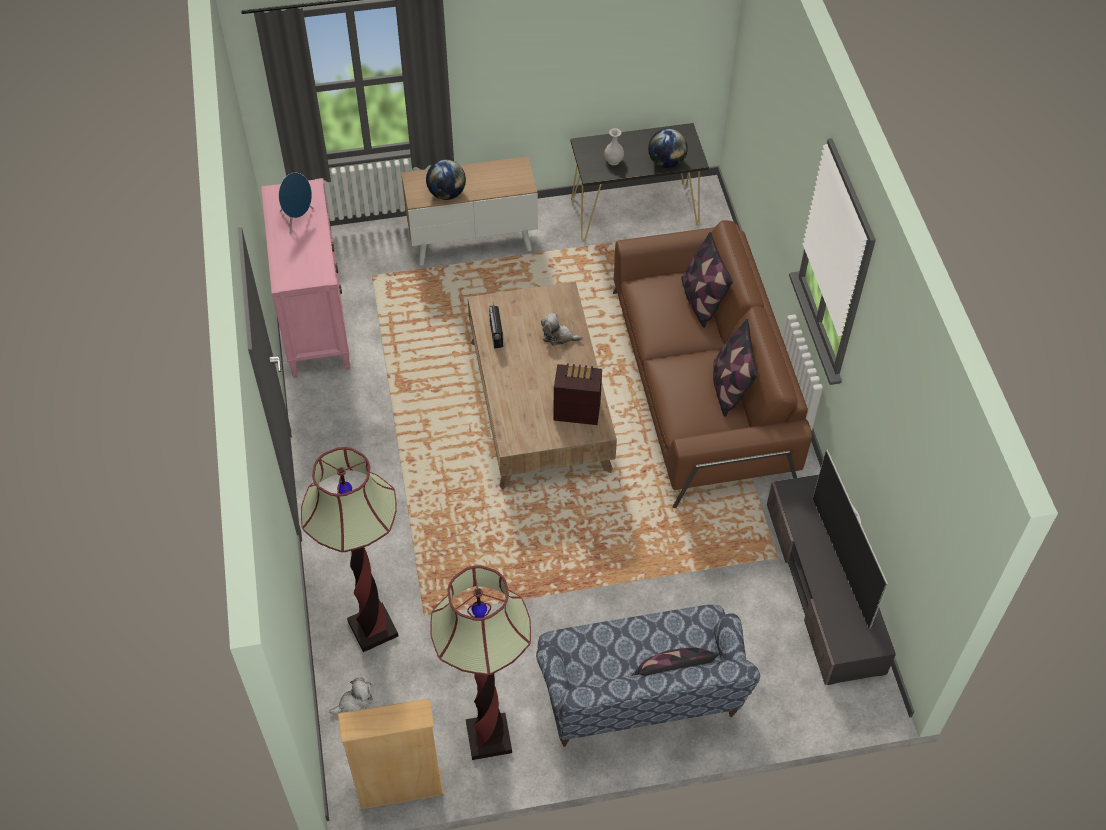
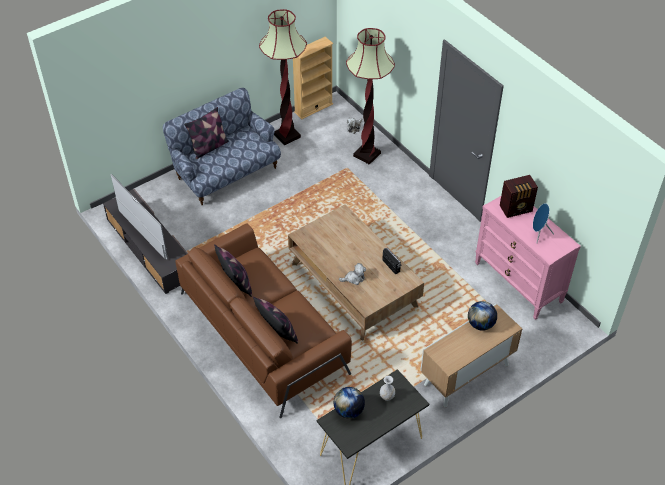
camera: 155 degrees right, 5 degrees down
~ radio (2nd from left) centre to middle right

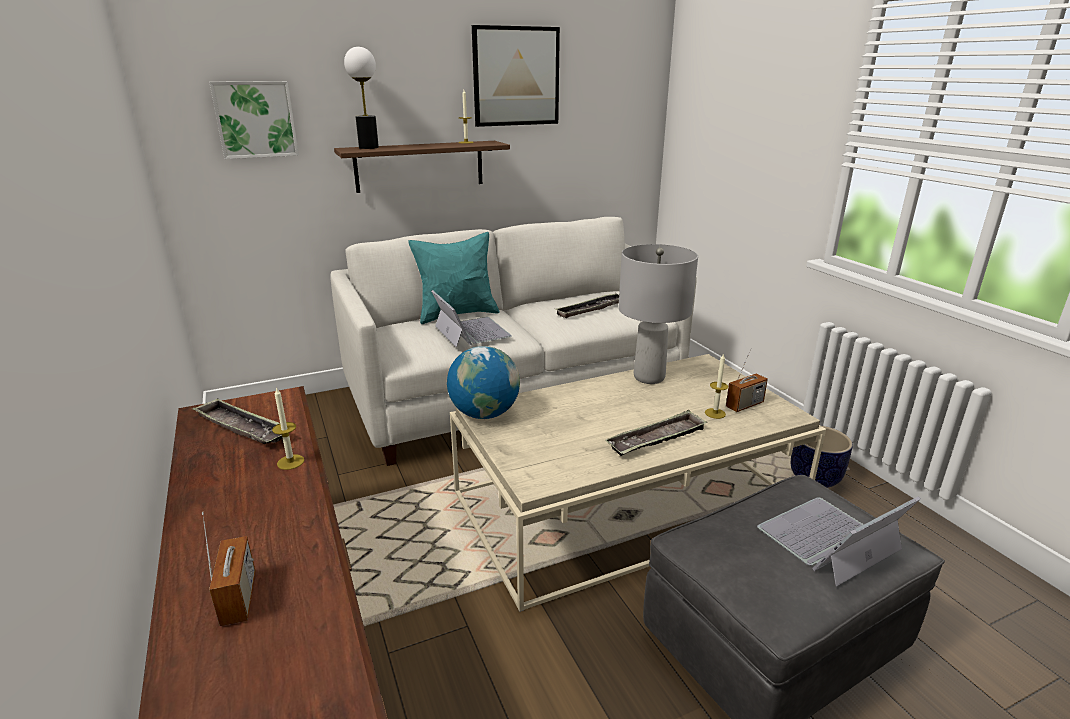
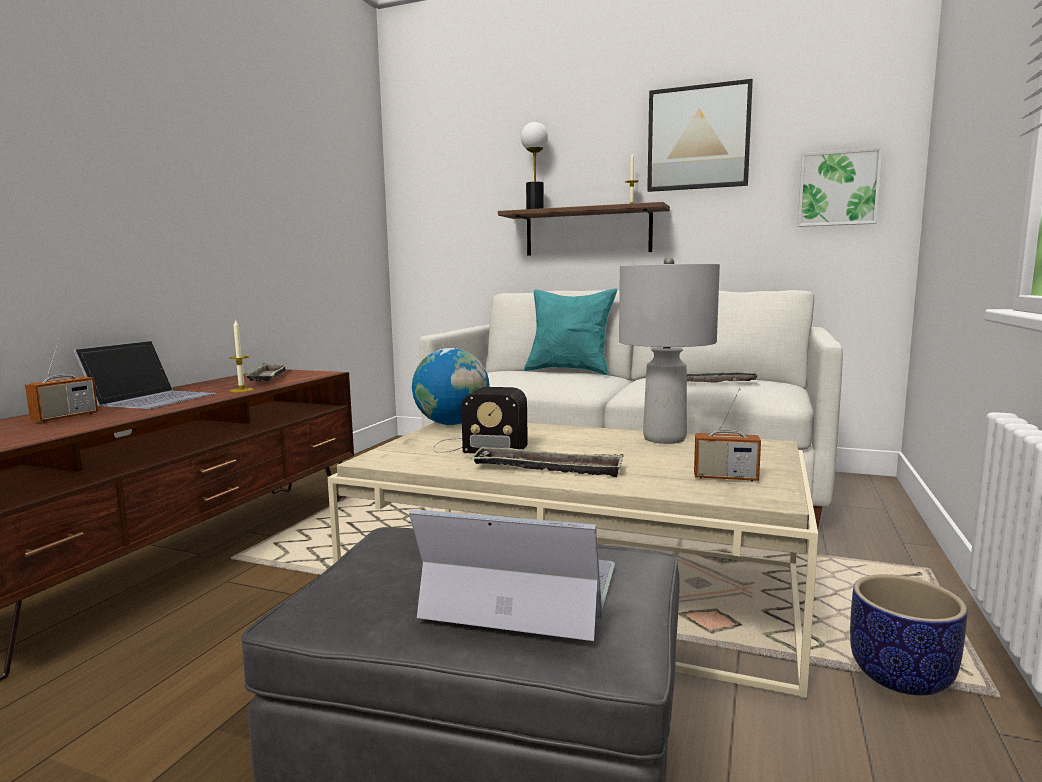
camera: 45 degrees right, 15 degrees down
~ laptop (1st from left) centre to middle left
+ radio (2nd from left) centre
~ picture (1st from left in the first image) top left to picture (2nd from left) top right
- candle (3rd from left) middle right

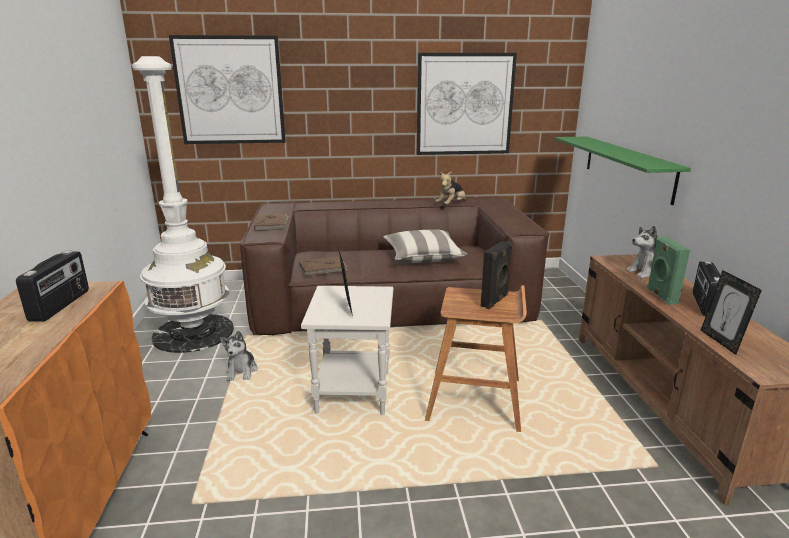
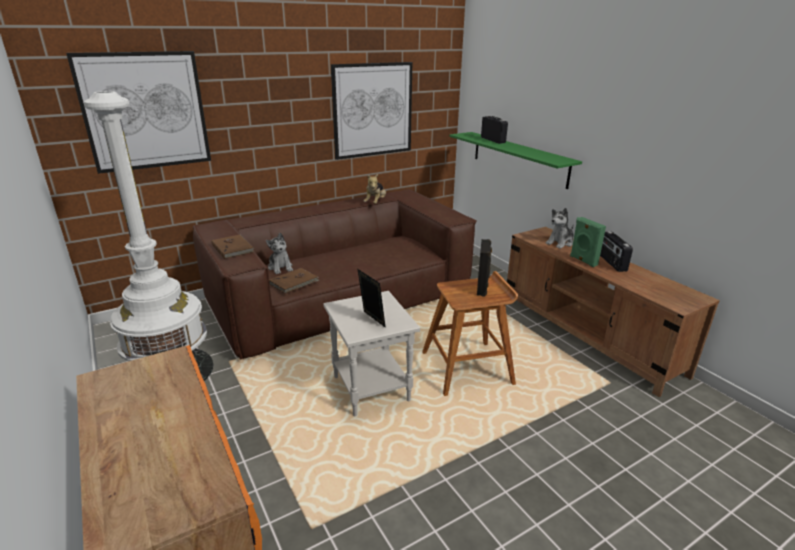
camera: 25 degrees left, 5 degrees up
~ plush toy (1st from left) middle left to centre
~ radio (1st from left) middle left to top centre
- pillow centre
- picture frame (2nd from left) middle right

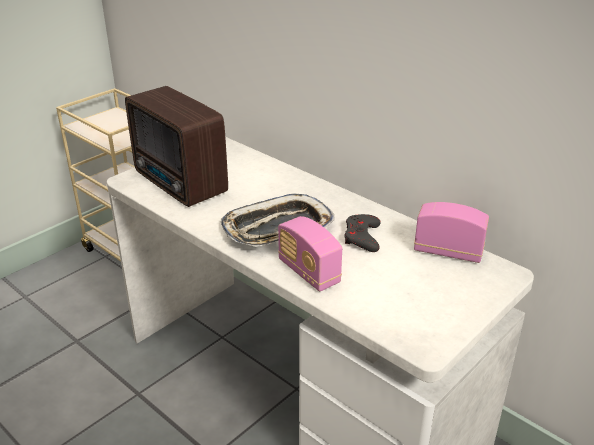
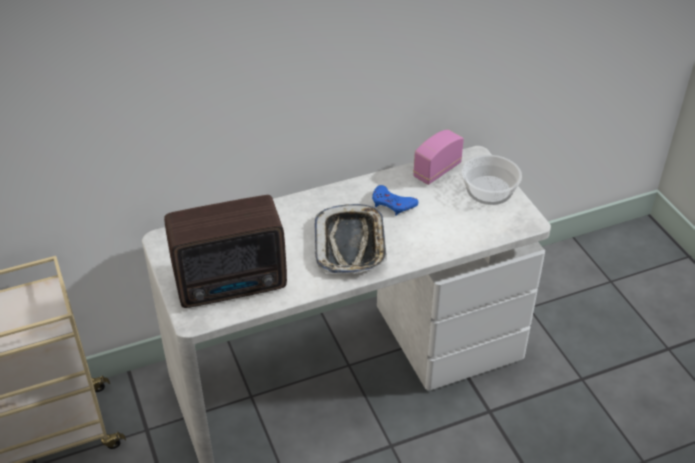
camera: 65 degrees left, 10 degrees up
~ grey game controller centre to blue game controller centre
+ bowl middle right
- radio (2nd from left) centre

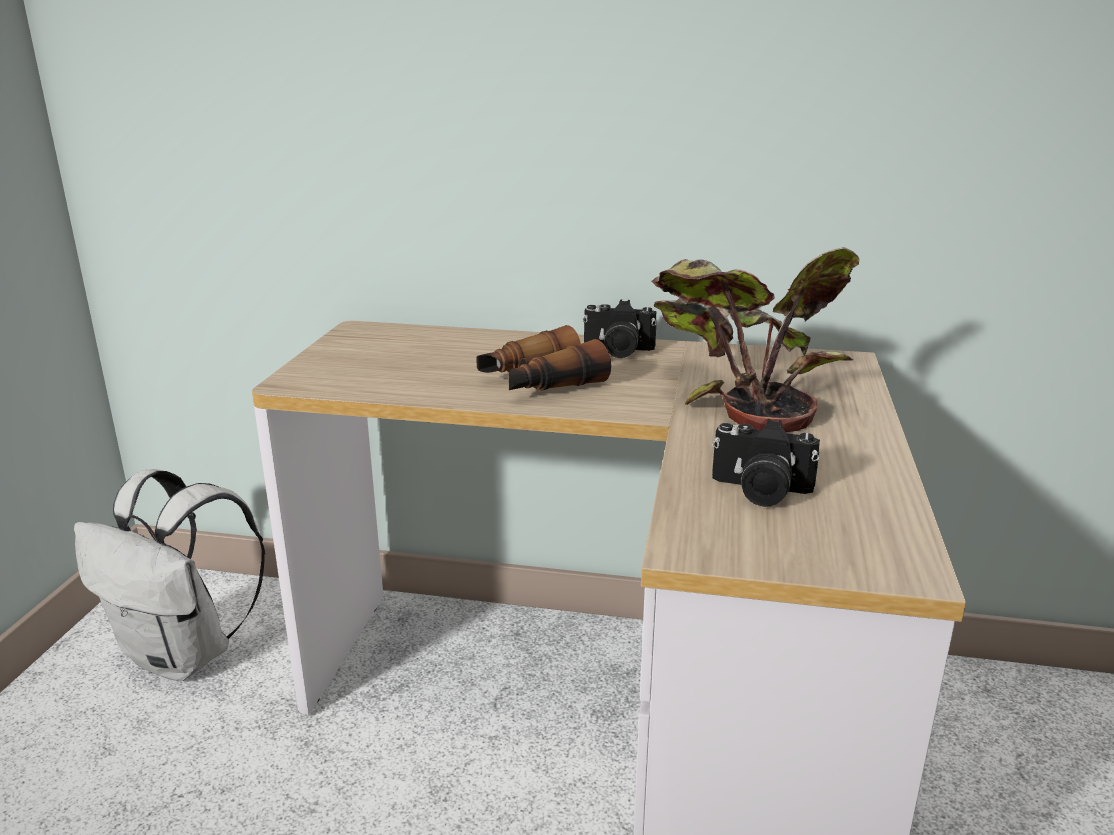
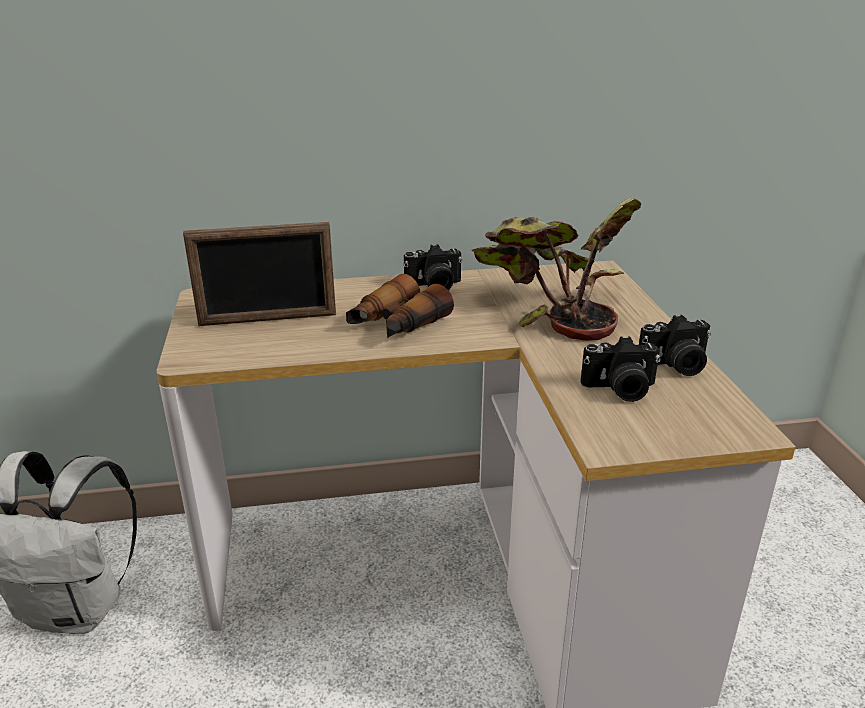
camera: 20 degrees left, 5 degrees up
+ picture frame middle left
+ photo camera (3rd from left) middle right

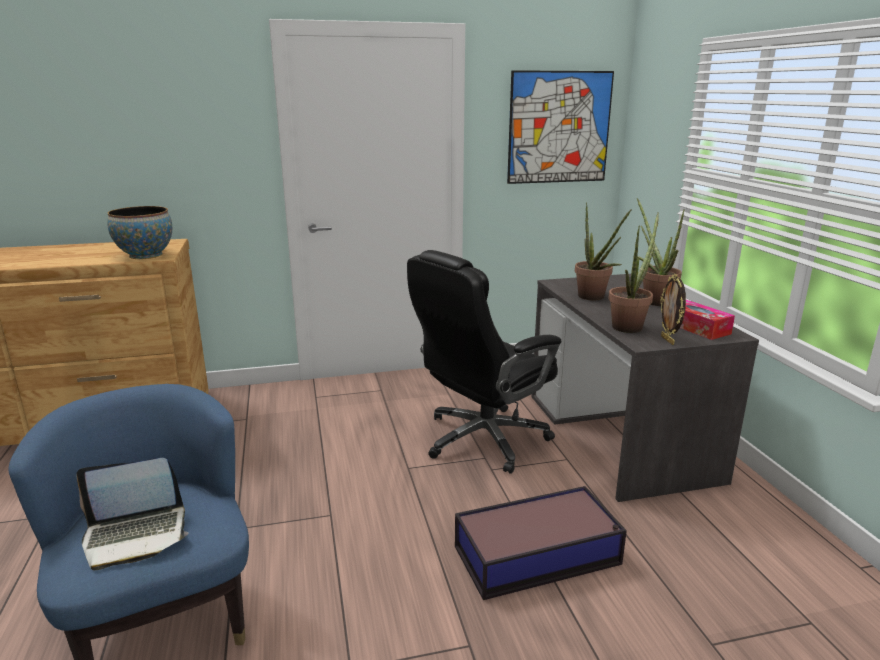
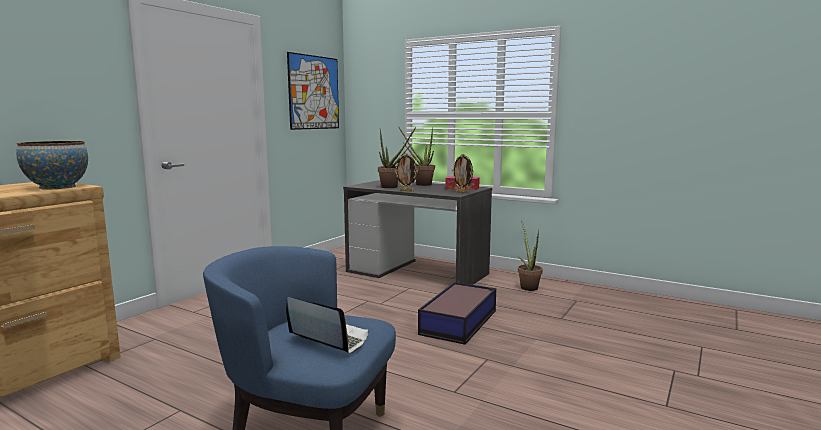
camera: 45 degrees left, 10 degrees down
~ laptop bottom left = bottom centre 90 degrees counterclockwise
+ picture frame (1st from left) centre
~ potted plant (2nd from left in the first image) middle right to potted plant (3rd from left) centre
- black office chair centre

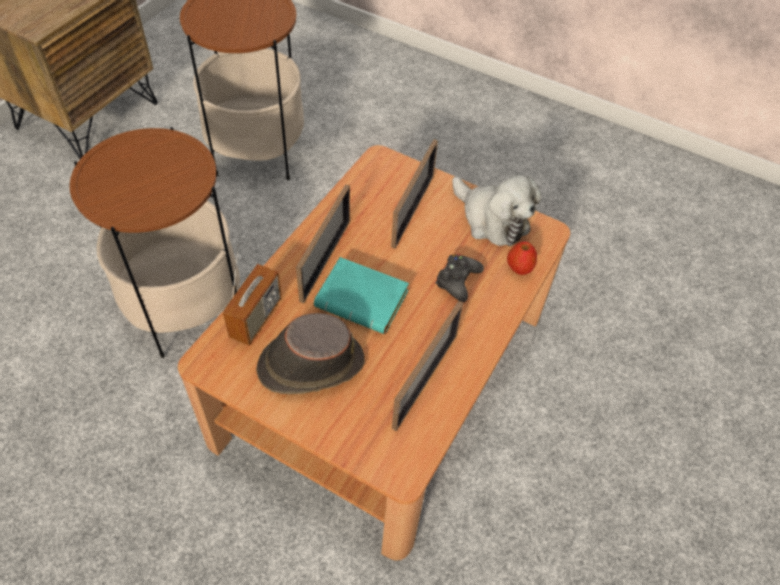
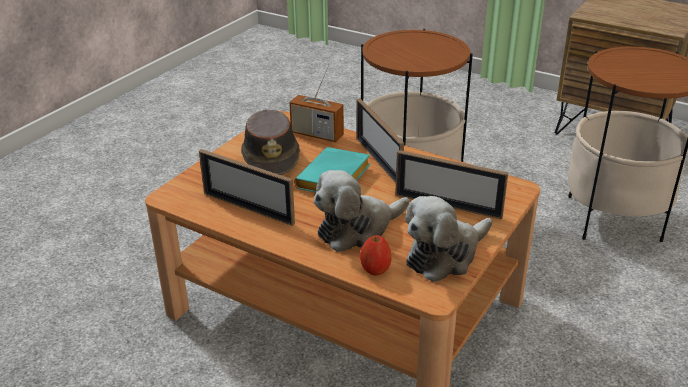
camera: 95 degrees right, 20 degrees down
~ black game controller centre to plush toy (1st from left) centre
~ picture frame (1st from left in the first image) centre = centre 45 degrees clockwise

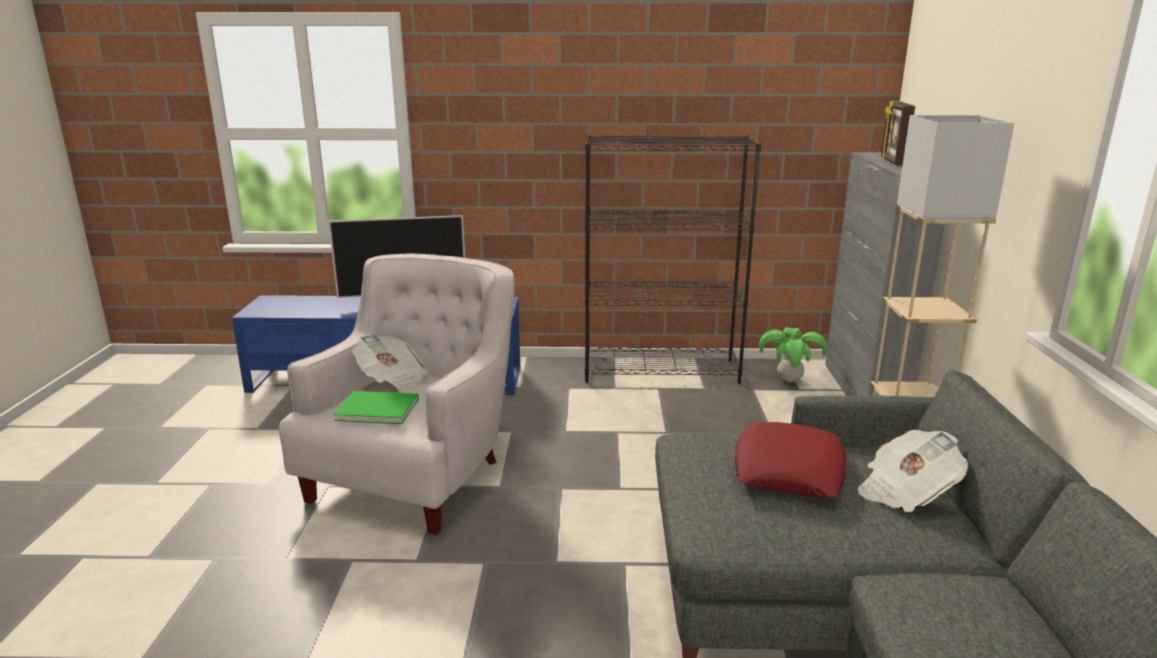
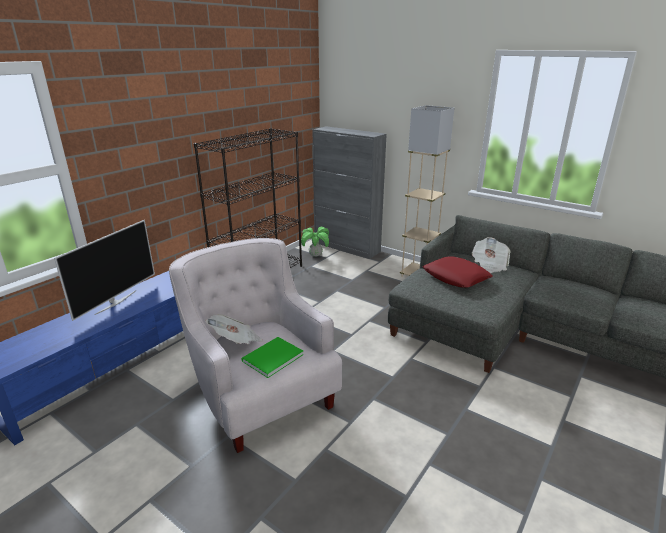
camera: 55 degrees left, 5 degrees up
- picture frame top right

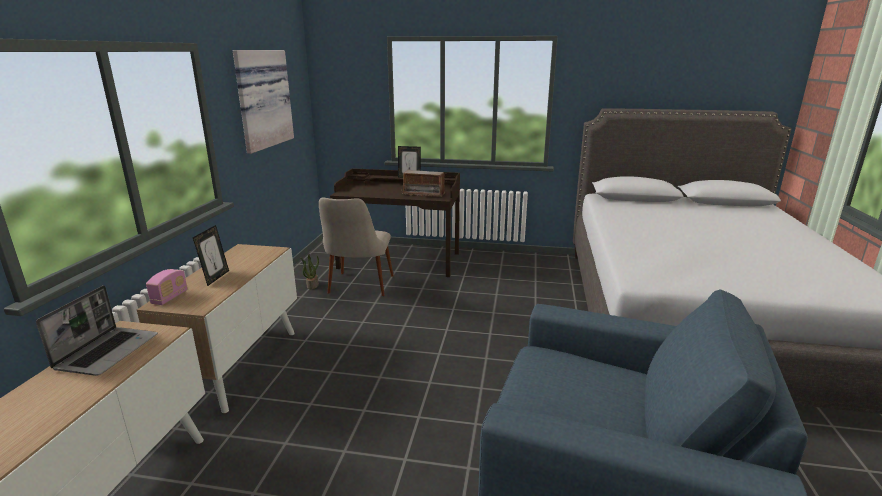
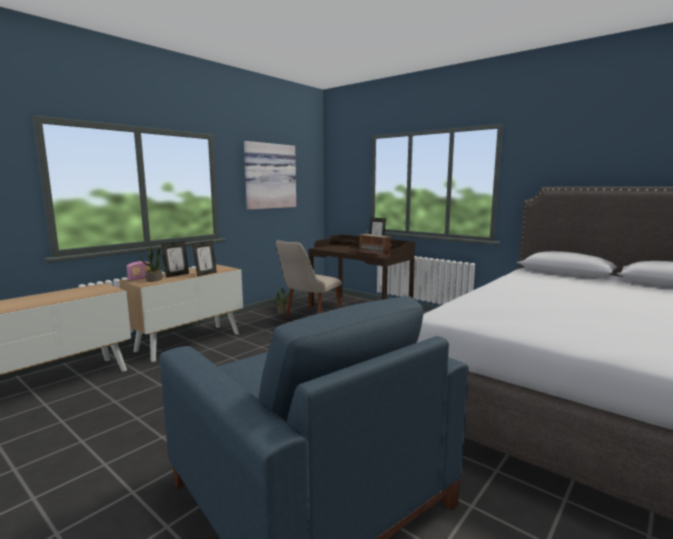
camera: 30 degrees right, 10 degrees down
+ potted plant (1st from left) middle left
+ picture frame (2nd from left) middle left
- laptop middle left

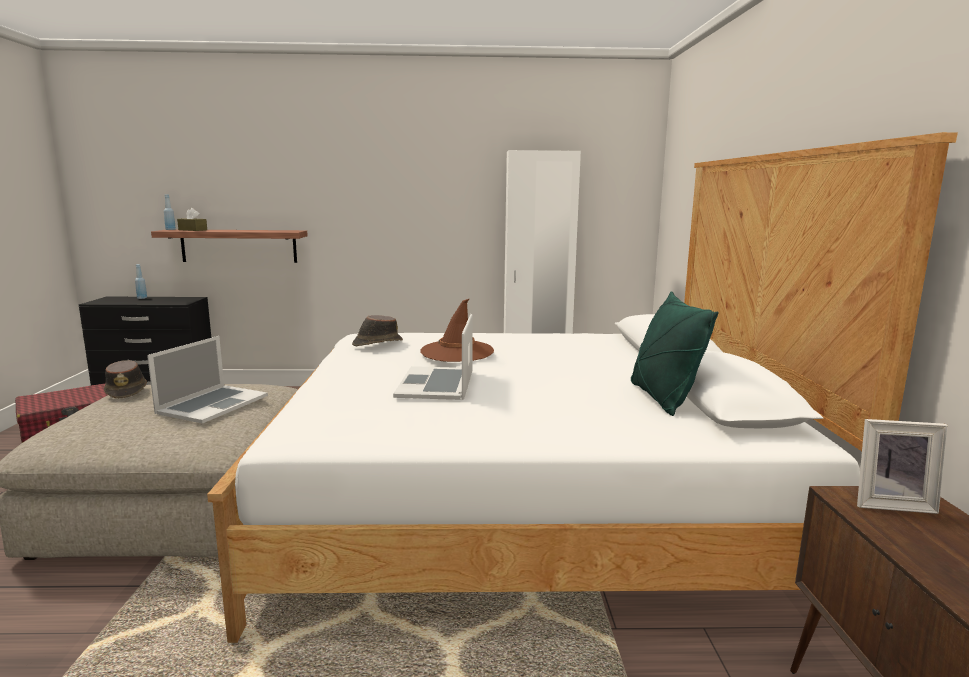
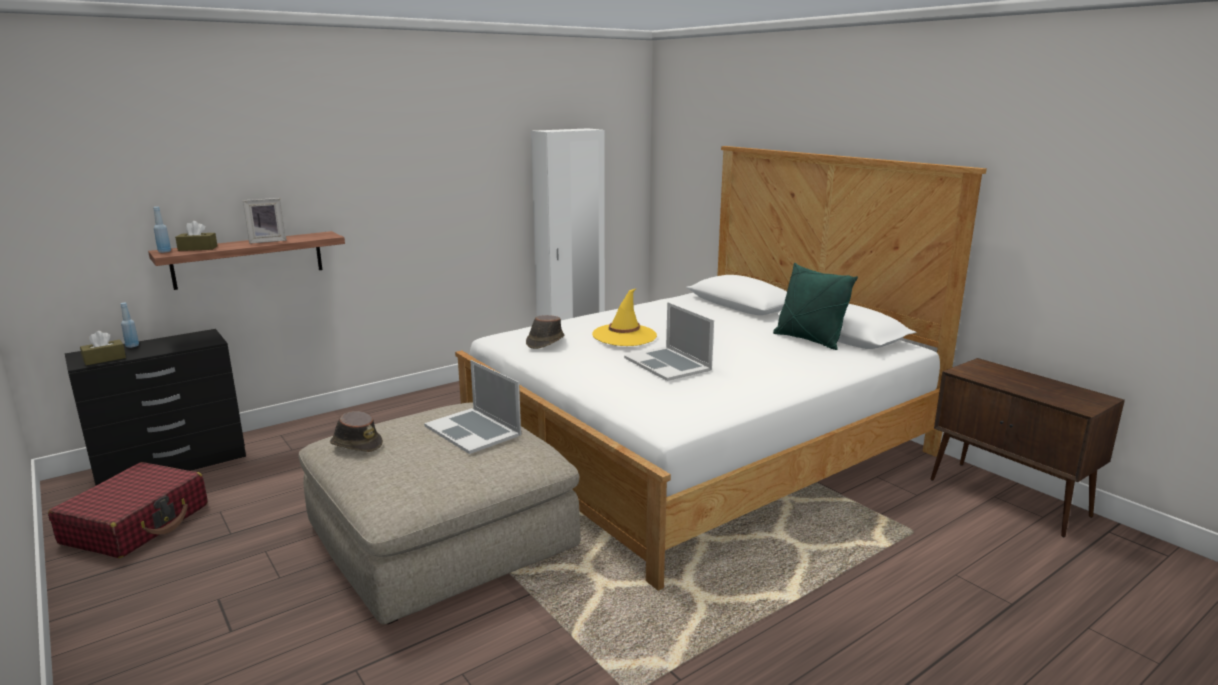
camera: 35 degrees left, 5 degrees up
+ brown tissue box (1st from left) middle left
~ picture frame bottom right to top left
~ laptop (1st from left) middle left = centre 150 degrees clockwise
~ brown hat (3rd from left) centre to yellow hat centre

